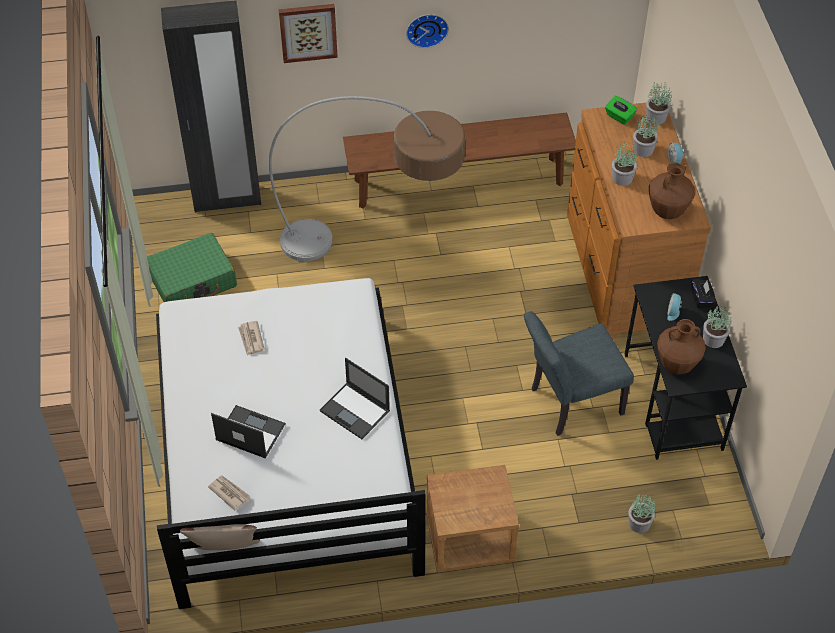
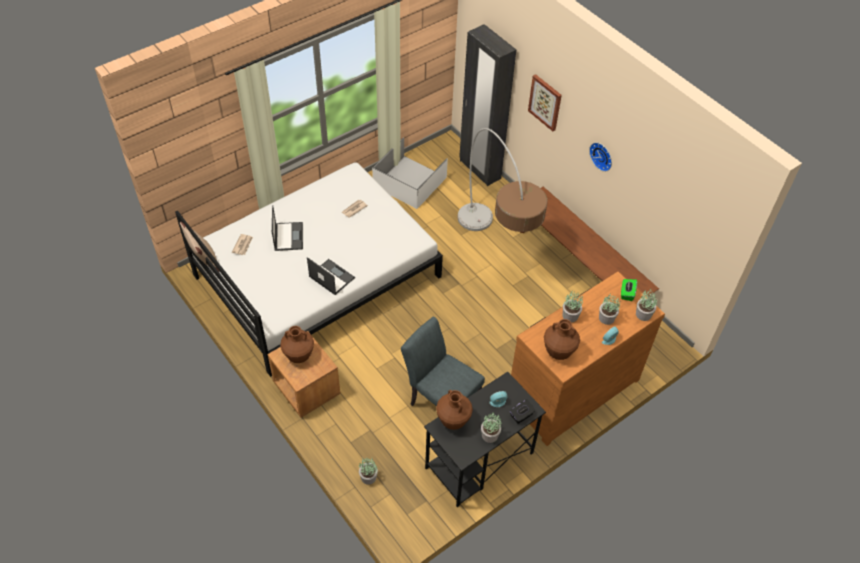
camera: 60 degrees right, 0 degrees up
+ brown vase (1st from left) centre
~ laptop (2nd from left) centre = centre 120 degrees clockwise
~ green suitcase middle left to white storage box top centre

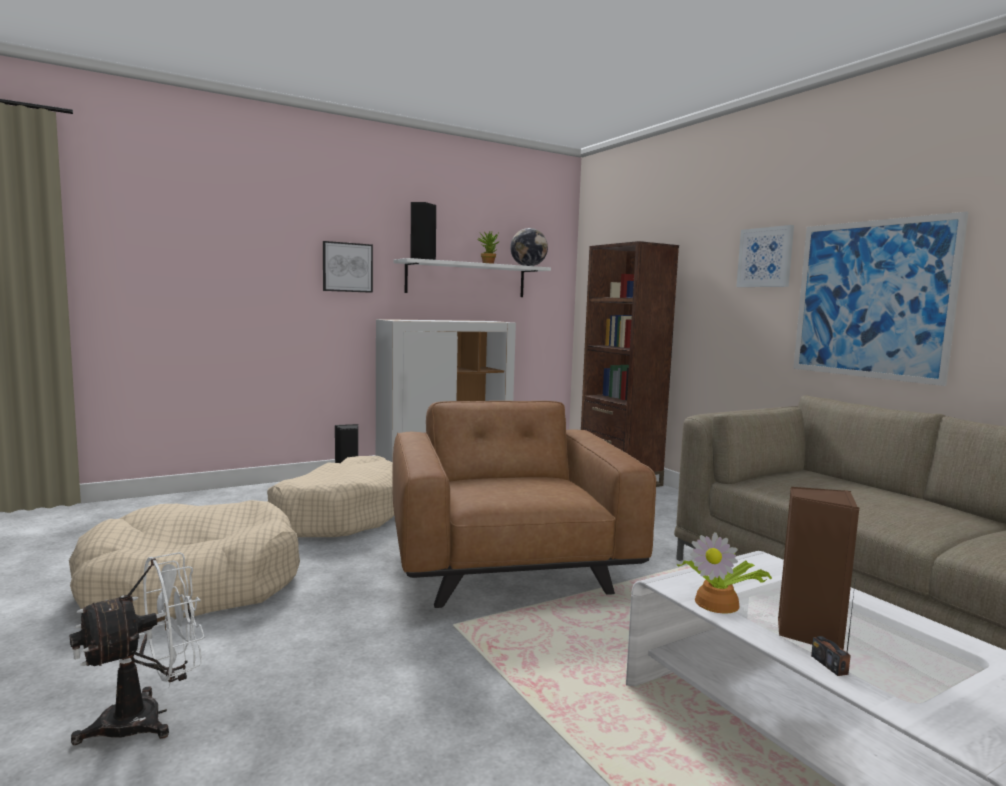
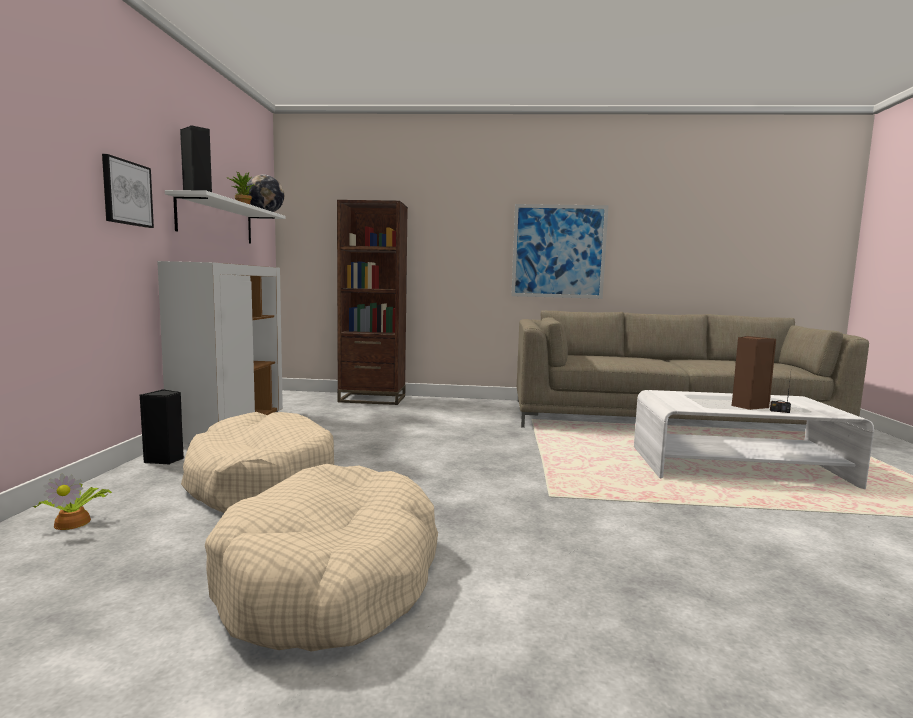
camera: 55 degrees left, 0 degrees up
~ potted plant (2nd from left in the first image) bottom right to potted plant (1st from left) bottom left
- white fan bottom left
- brown armchair centre
- picture (2nd from left) top right

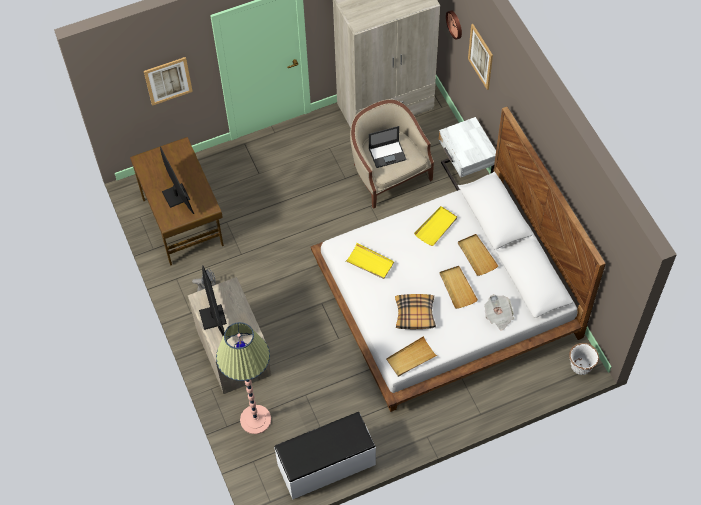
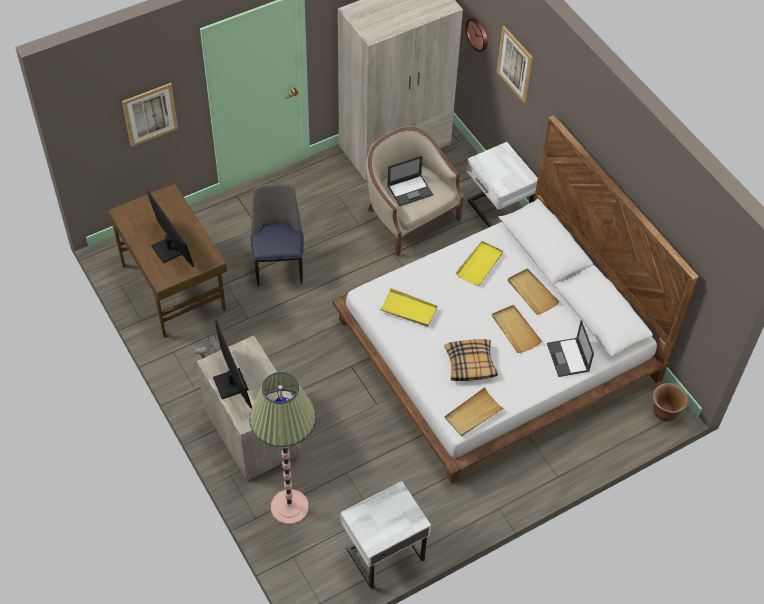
camera: 10 degrees left, 5 degrees down
+ chair centre
~ white bench bottom centre to white nightstand (1st from left) bottom centre
~ newspaper middle right to laptop (2nd from left) middle right
~ white planter bottom right to brown planter middle right

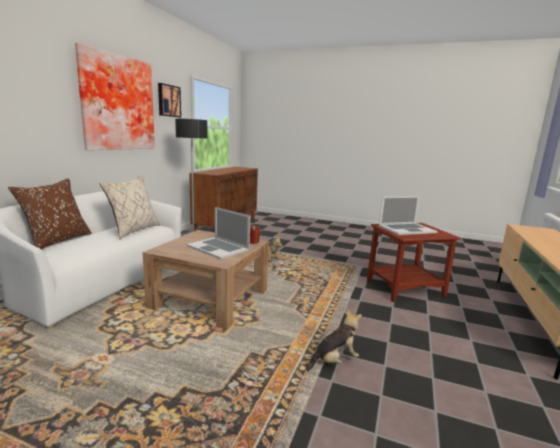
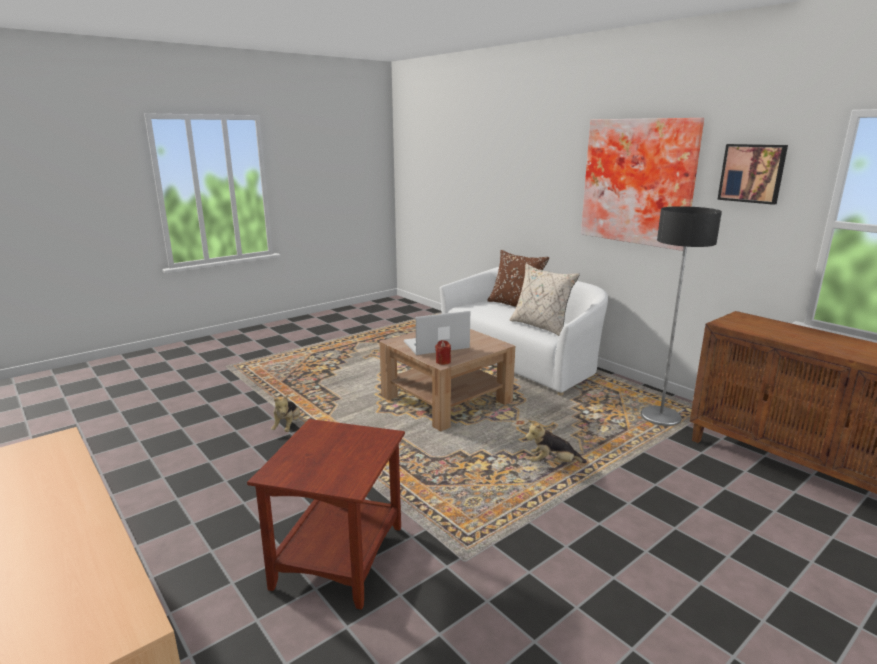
camera: 120 degrees right, 5 degrees up
- laptop (2nd from left) middle right

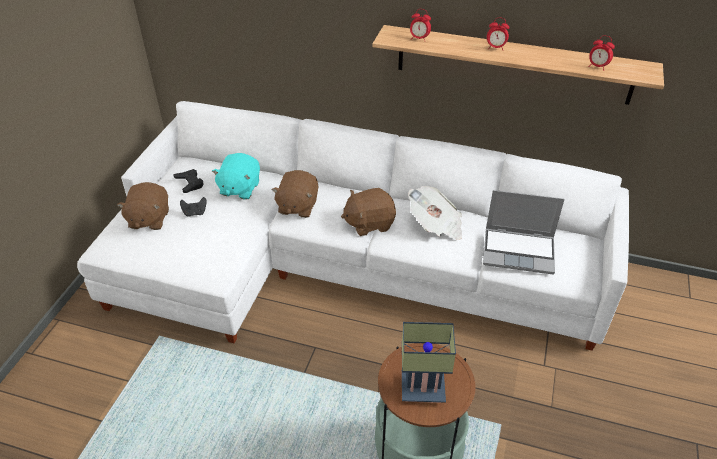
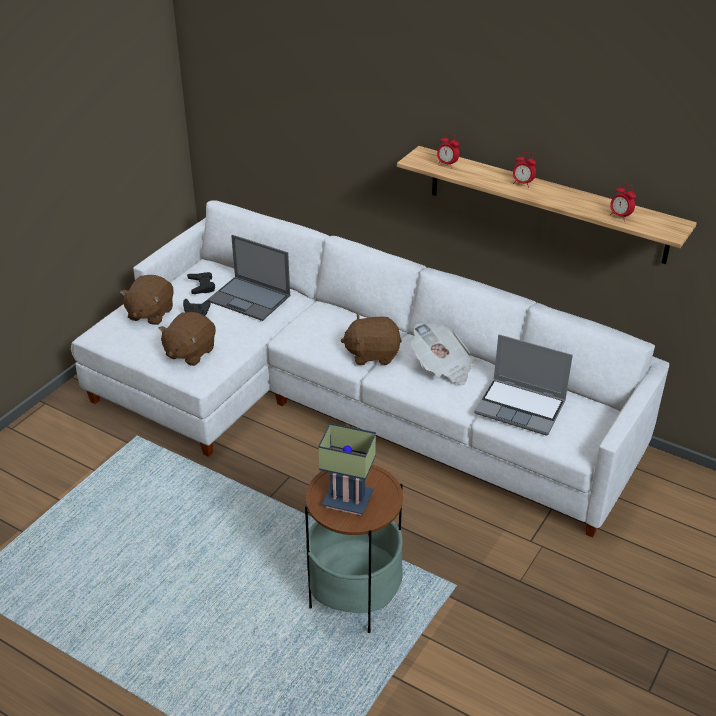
camera: 15 degrees right, 5 degrees down
~ brown plush toy (2nd from left) centre to middle left
~ turquoise plush toy middle left to laptop (1st from left) centre

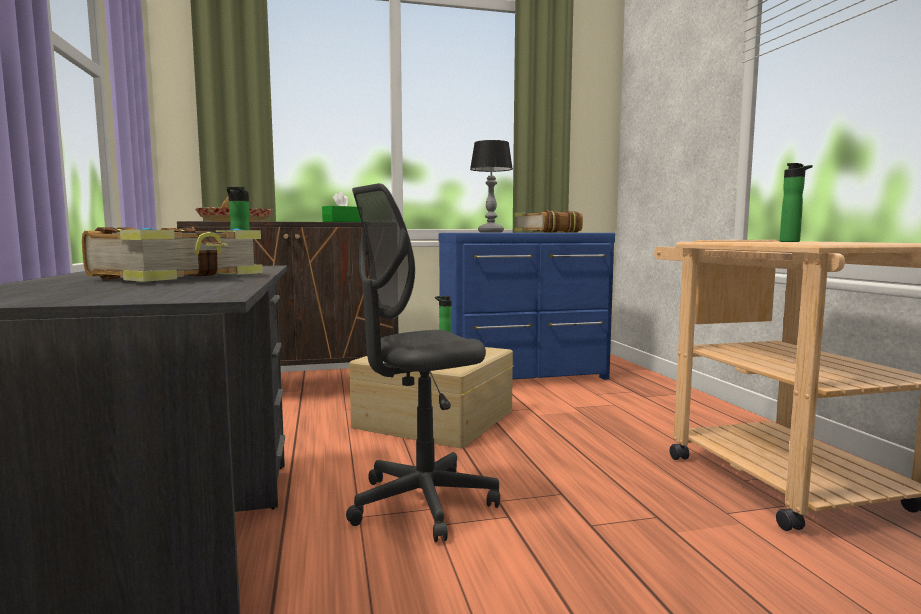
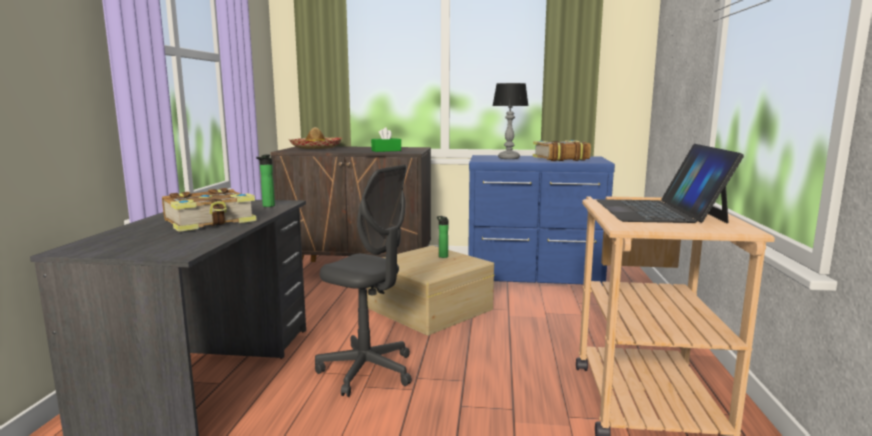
camera: 20 degrees right, 5 degrees up
~ grey office chair centre = centre 135 degrees counterclockwise
~ bottle (3rd from left) top right to laptop middle right

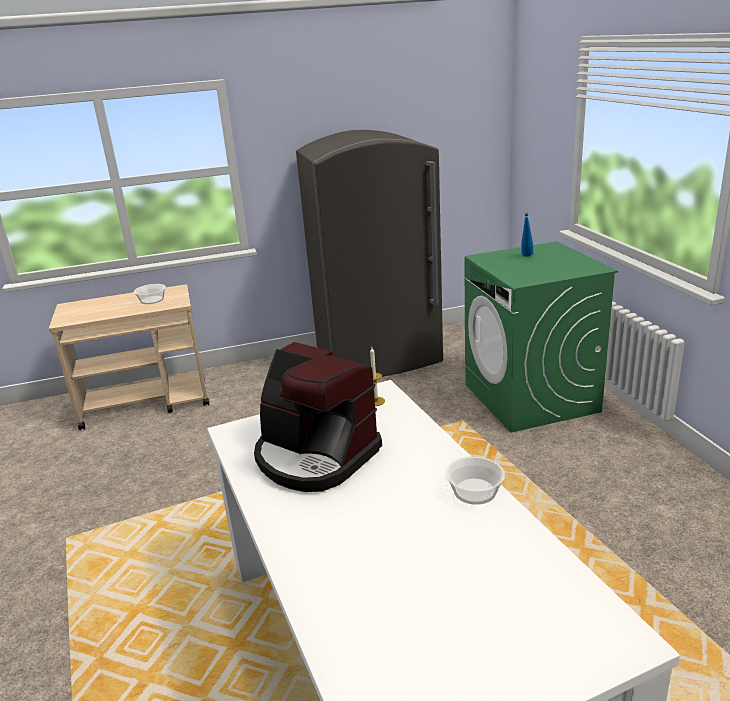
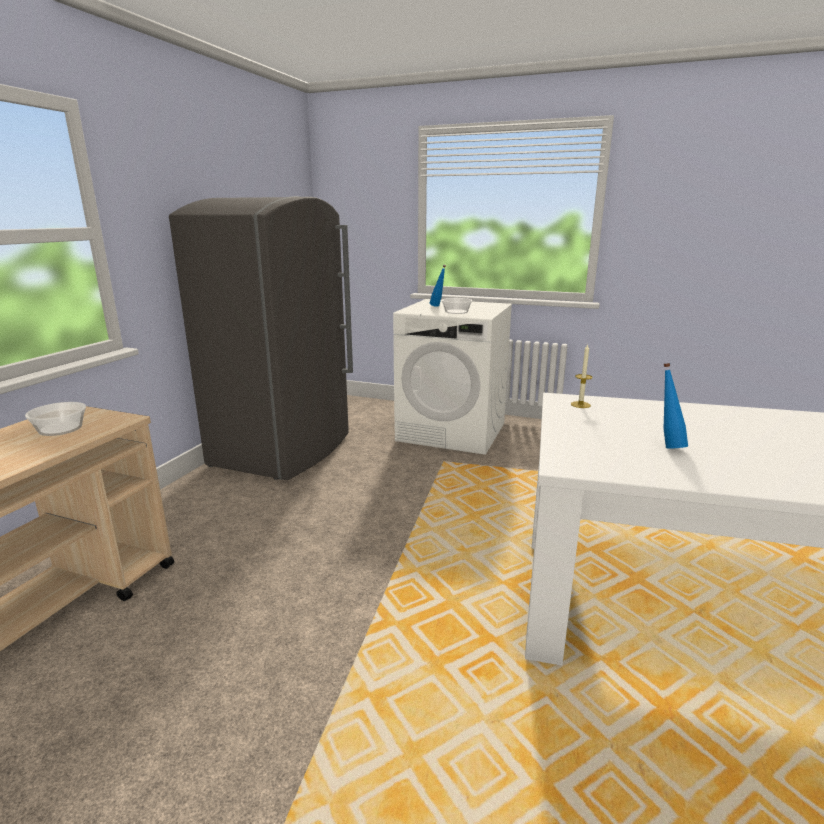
camera: 55 degrees left, 5 degrees down
~ green washing machine middle right to white washing machine centre
~ bowl (2nd from left) bottom centre to centre
~ coffee machine centre to blue bottle (2nd from left) middle right

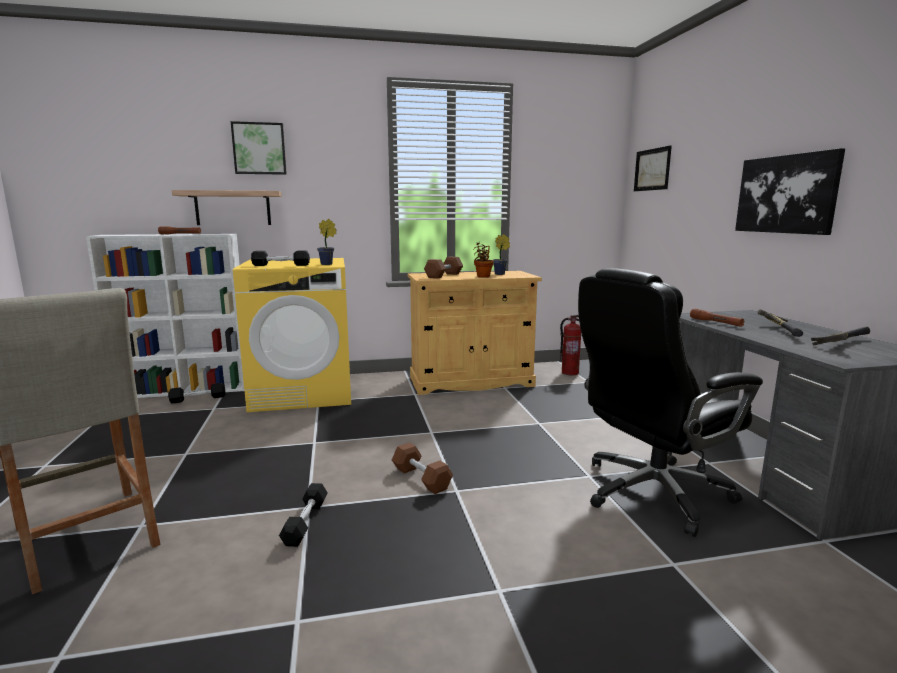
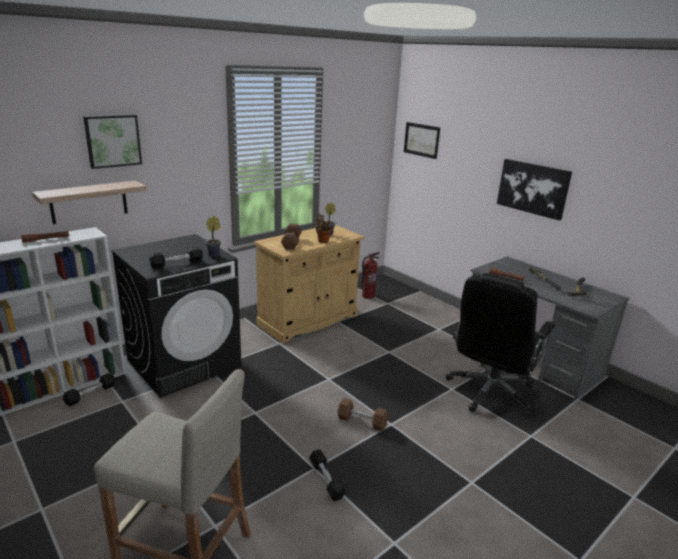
camera: 30 degrees left, 10 degrees up
~ yellow washing machine middle left to black washing machine middle left

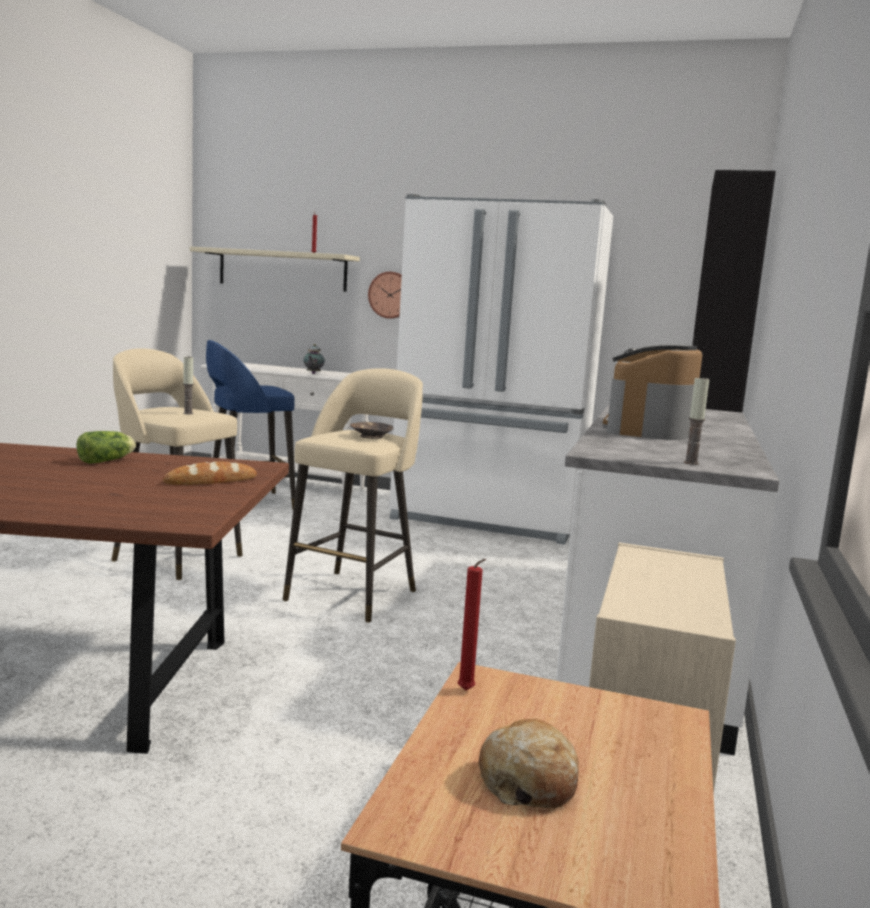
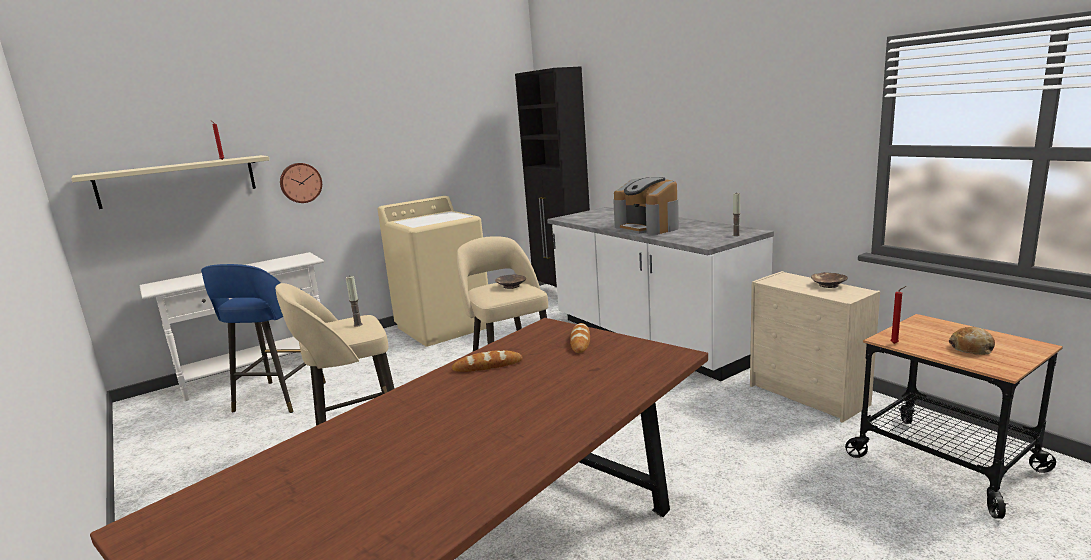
camera: 50 degrees left, 5 degrees up
~ white fridge centre to beige washing machine centre
~ lettuce middle left to bread (1st from left) centre
+ brown bowl (2nd from left) middle right
- teapot centre

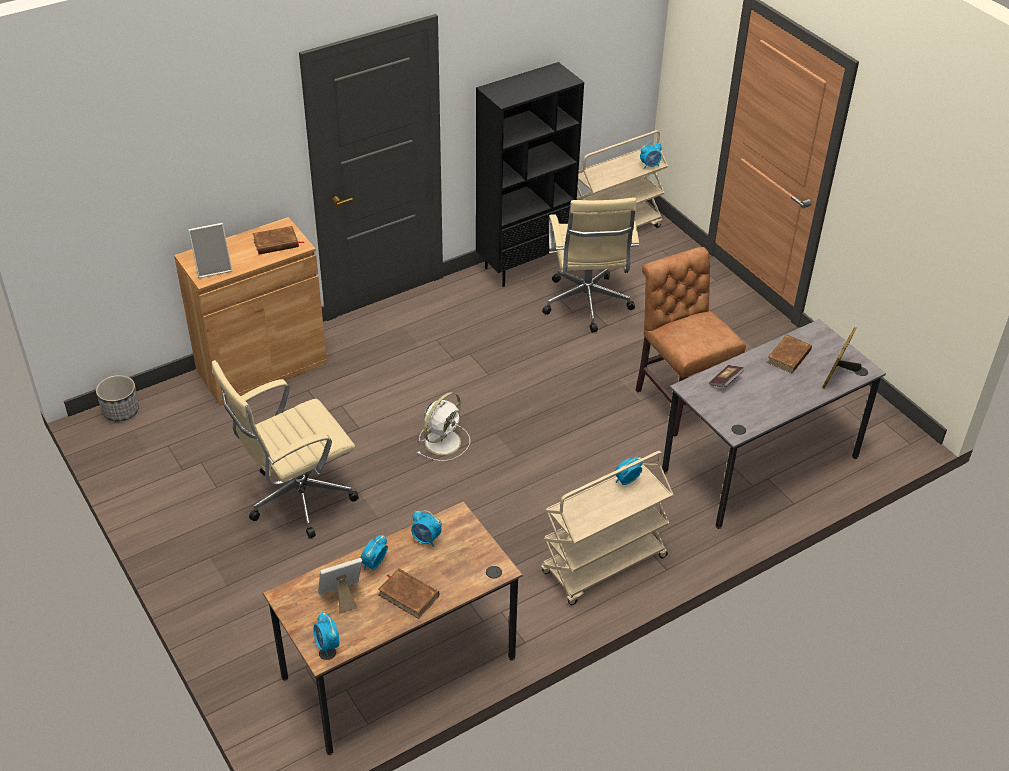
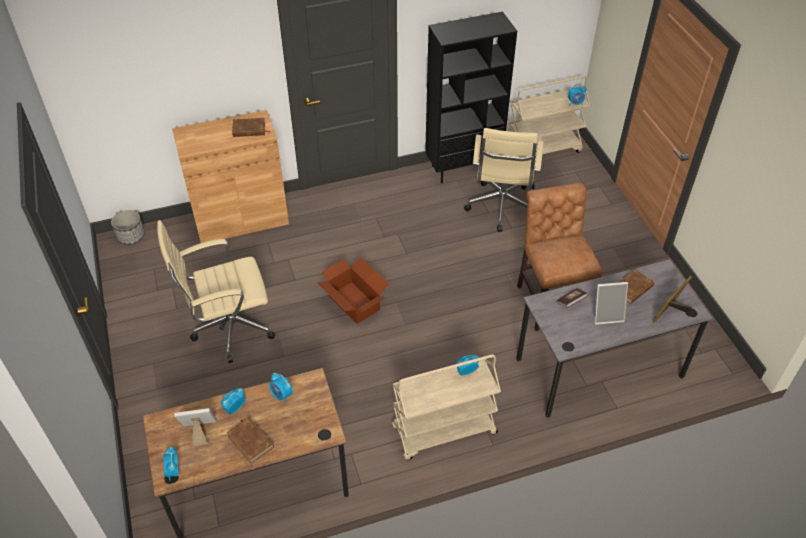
camera: 15 degrees right, 5 degrees up
~ white fan centre to cardboard box centre
~ picture frame (1st from left in the first image) top left to picture frame (2nd from left) middle right

